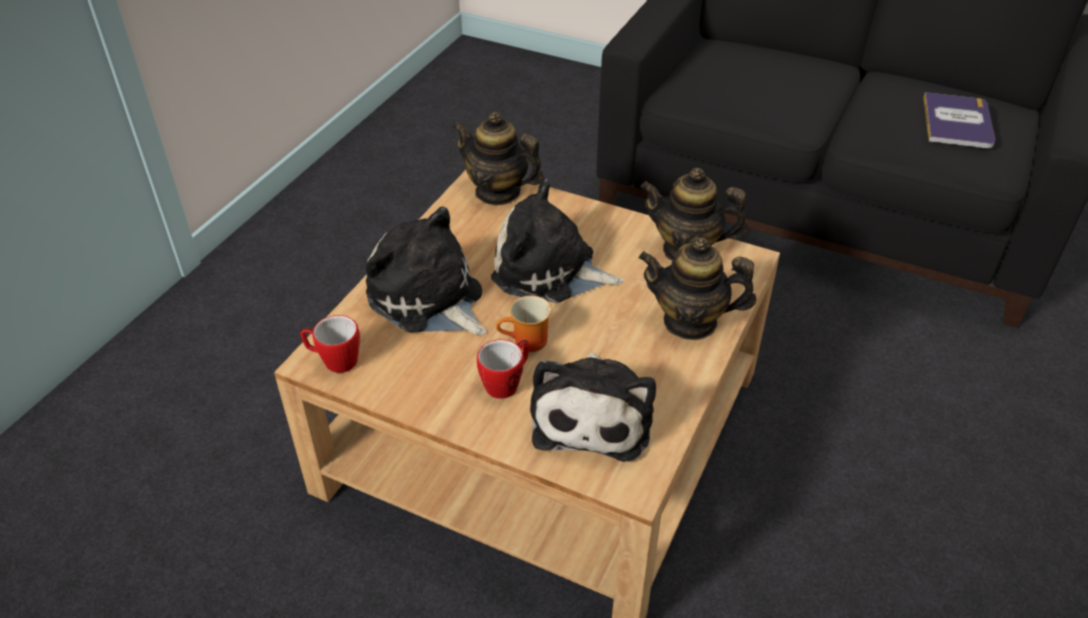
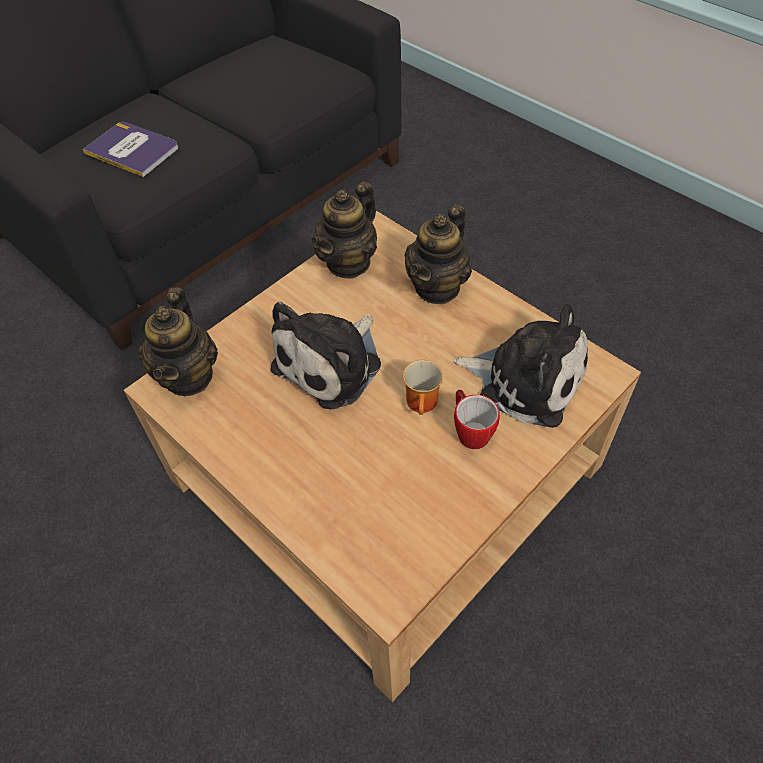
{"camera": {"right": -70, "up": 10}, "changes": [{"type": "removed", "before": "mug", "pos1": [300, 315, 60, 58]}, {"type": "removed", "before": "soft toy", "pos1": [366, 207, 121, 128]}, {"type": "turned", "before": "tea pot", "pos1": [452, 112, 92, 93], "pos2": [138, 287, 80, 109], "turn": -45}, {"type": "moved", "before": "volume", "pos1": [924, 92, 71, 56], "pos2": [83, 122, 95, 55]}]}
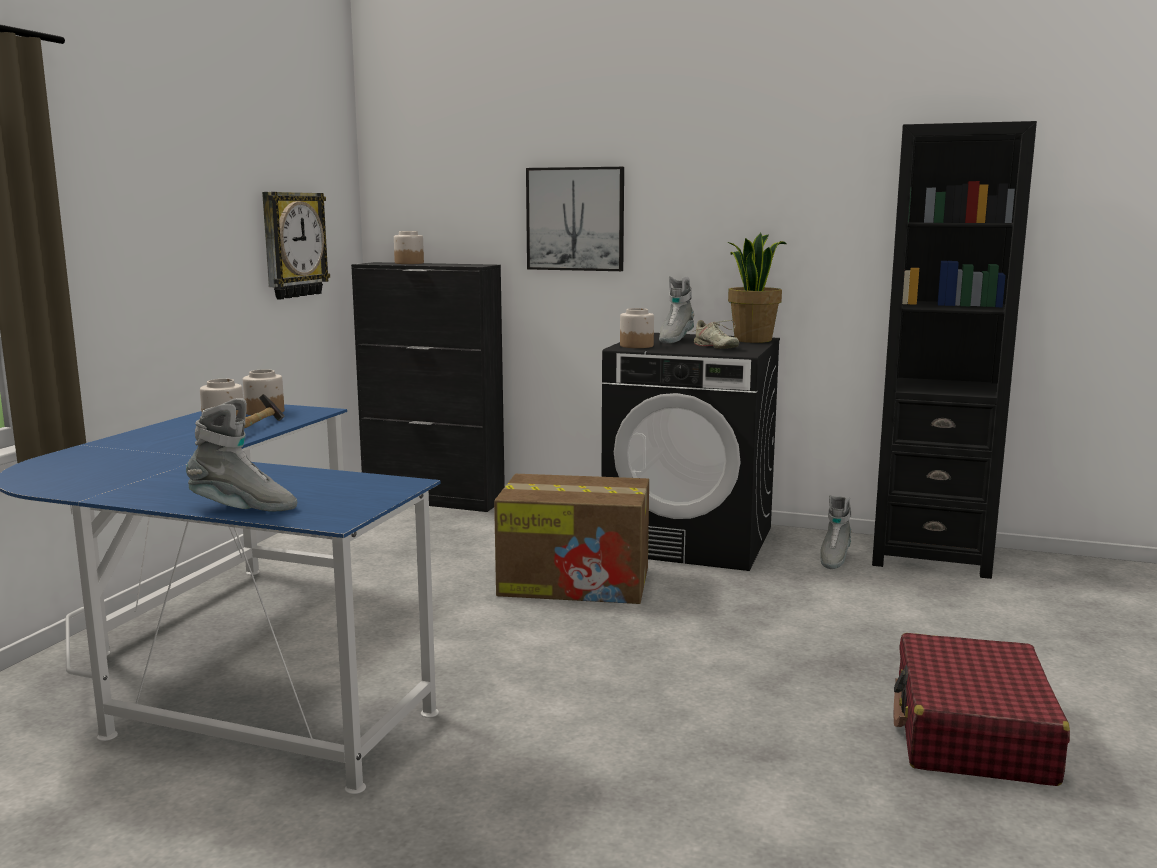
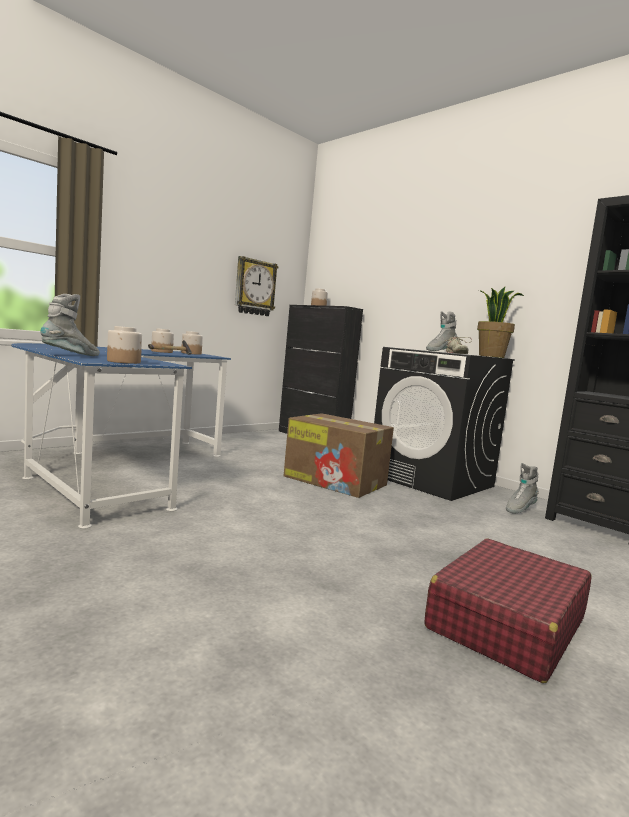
{"camera": {"right": 25, "up": -5}, "changes": [{"type": "turned", "before": "boot (greyish)", "pos1": [186, 398, 111, 113], "pos2": [40, 294, 60, 62], "turn": -90}, {"type": "removed", "before": "picture", "pos1": [526, 167, 98, 104]}, {"type": "moved", "before": "jar", "pos1": [620, 308, 34, 40], "pos2": [107, 326, 35, 38]}]}
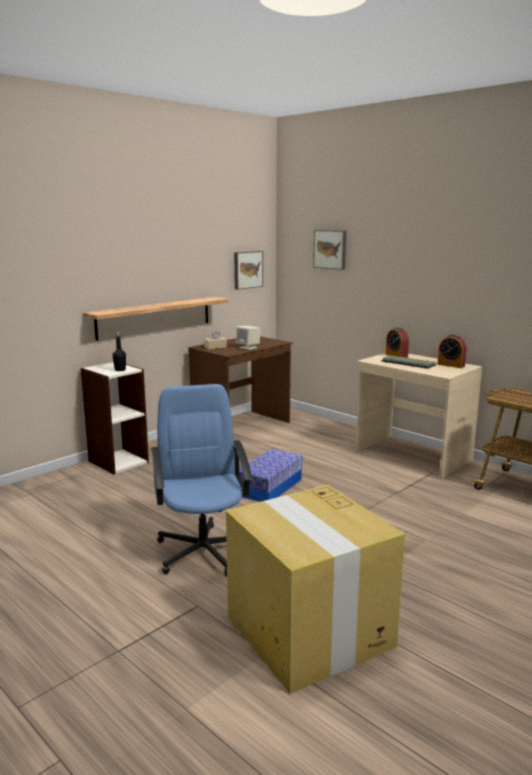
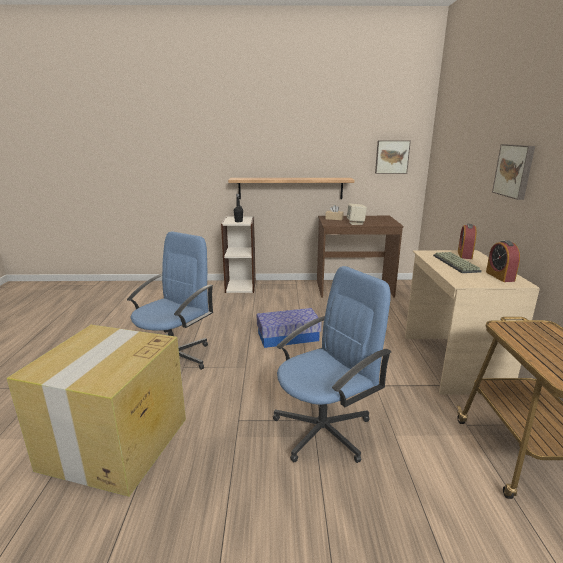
{"camera": {"right": 45, "up": 5}, "changes": [{"type": "moved", "before": "picture", "pos1": [313, 230, 33, 40], "pos2": [492, 144, 43, 56]}, {"type": "added", "after": "computer chair (blue-coloured)", "pos2": [273, 266, 118, 197]}]}
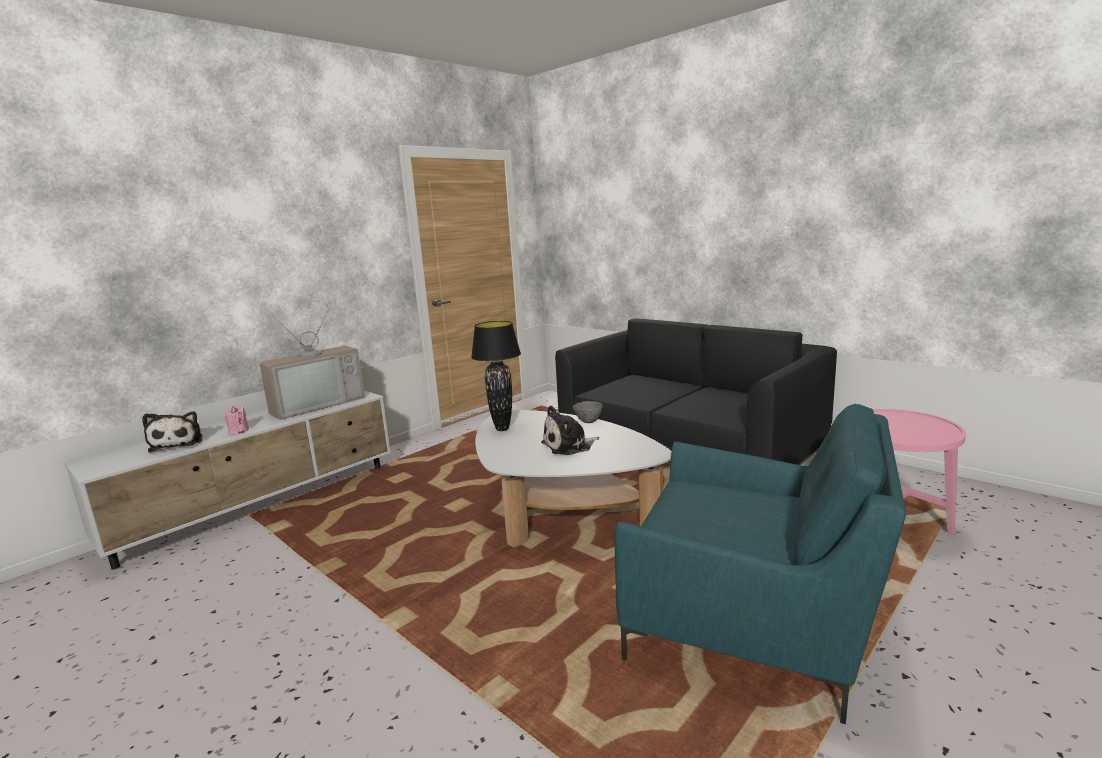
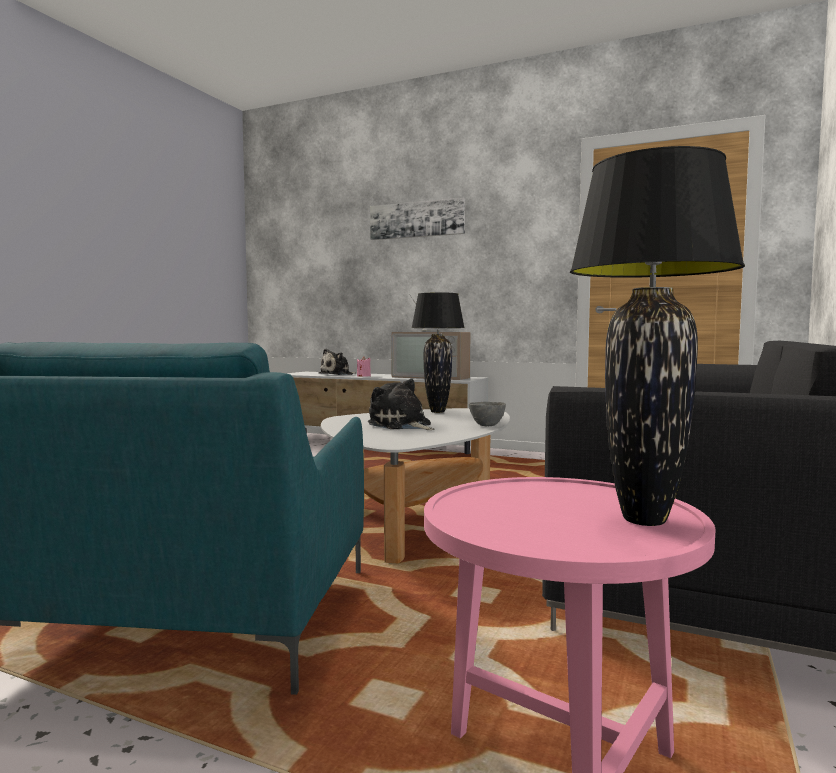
{"camera": {"right": 70, "up": -10}, "changes": [{"type": "added", "after": "picture", "pos2": [370, 197, 95, 43]}, {"type": "added", "after": "tabletop lamp (black)", "pos2": [570, 146, 175, 380]}]}
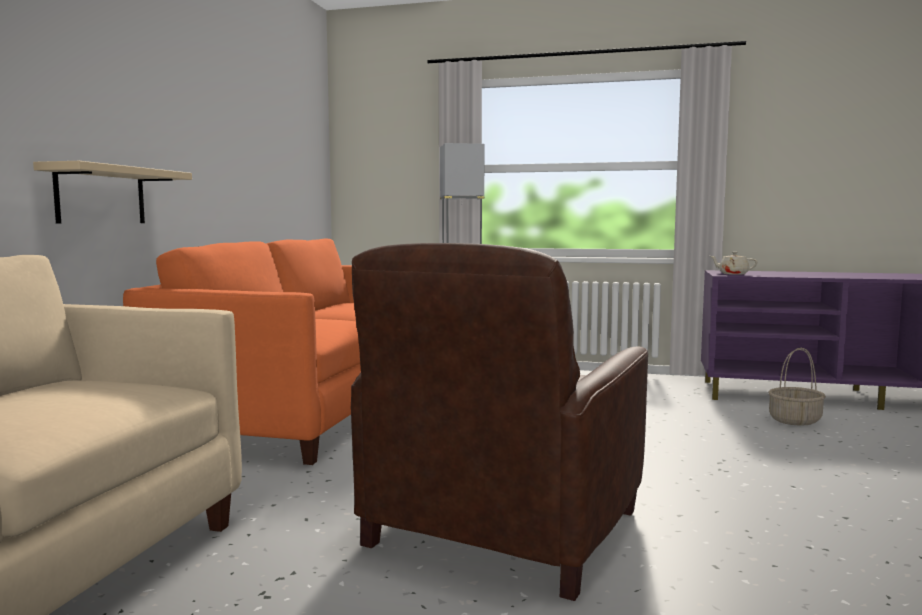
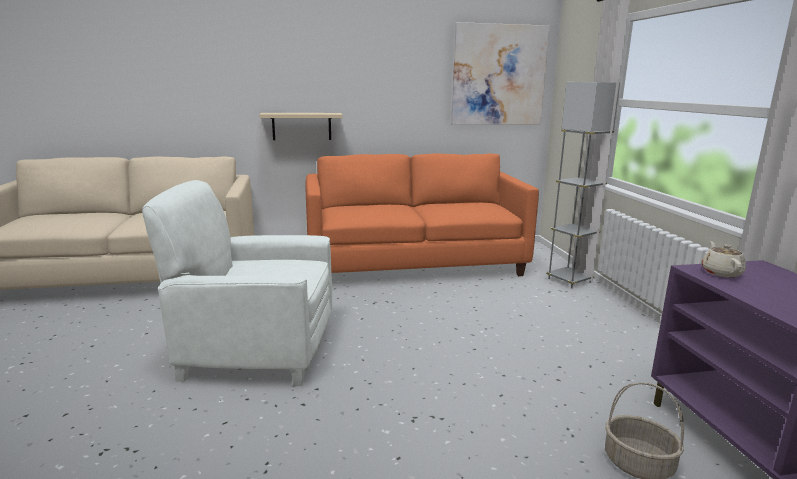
{"camera": {"right": 65, "up": 10}, "changes": [{"type": "recoloured", "before": "armchair (brownish)", "after": "armchair (white-coloured)", "pos1": [351, 243, 297, 358], "pos2": [142, 180, 190, 206]}, {"type": "added", "after": "picture", "pos2": [451, 22, 99, 103]}]}
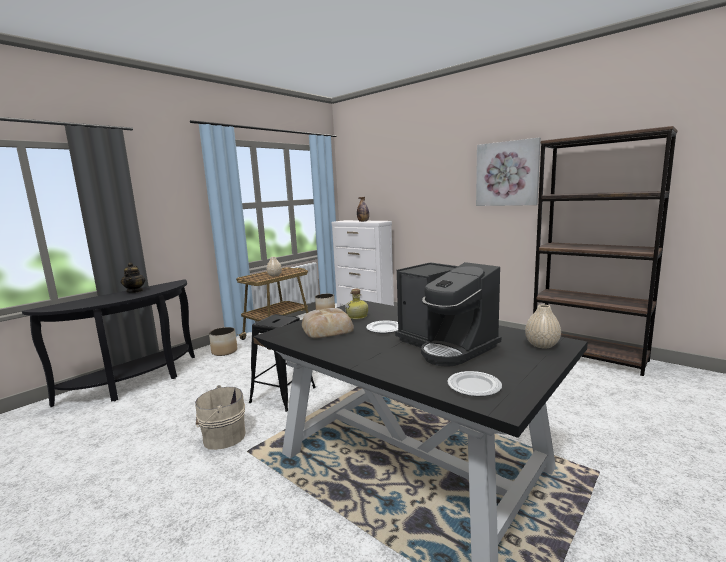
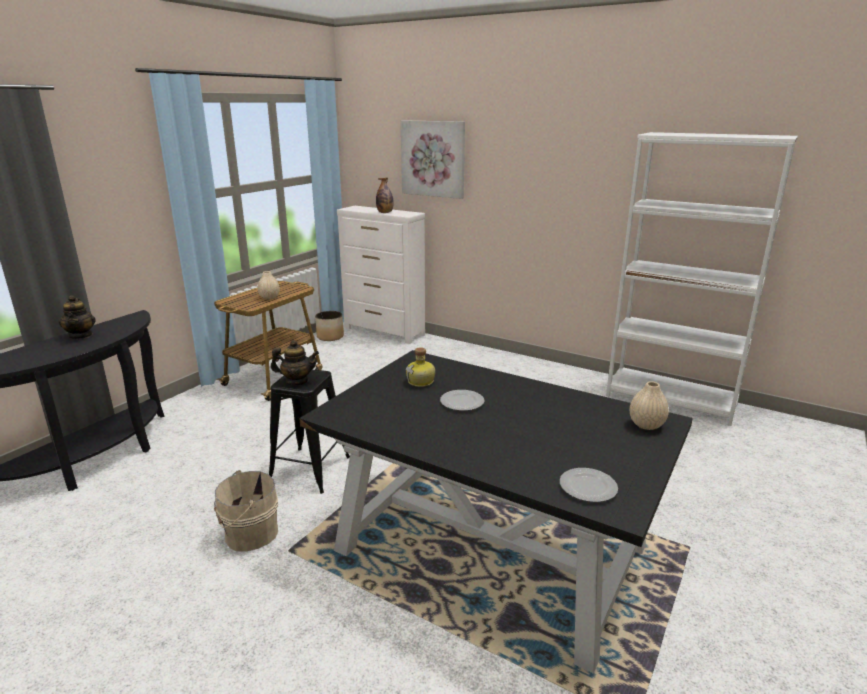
{"camera": {"right": -10, "up": 10}, "changes": [{"type": "removed", "before": "planter", "pos1": [209, 327, 28, 29]}, {"type": "removed", "before": "baked bread", "pos1": [302, 308, 52, 30]}, {"type": "removed", "before": "coffee maker", "pos1": [395, 262, 106, 105]}, {"type": "moved", "before": "picture", "pos1": [476, 138, 65, 68], "pos2": [401, 120, 64, 79]}, {"type": "recoloured", "before": "shelving unit (brownish)", "after": "shelving unit (white-coloured)", "pos1": [533, 126, 144, 250], "pos2": [606, 132, 192, 294]}, {"type": "added", "after": "tea pot", "pos2": [271, 340, 48, 45]}]}
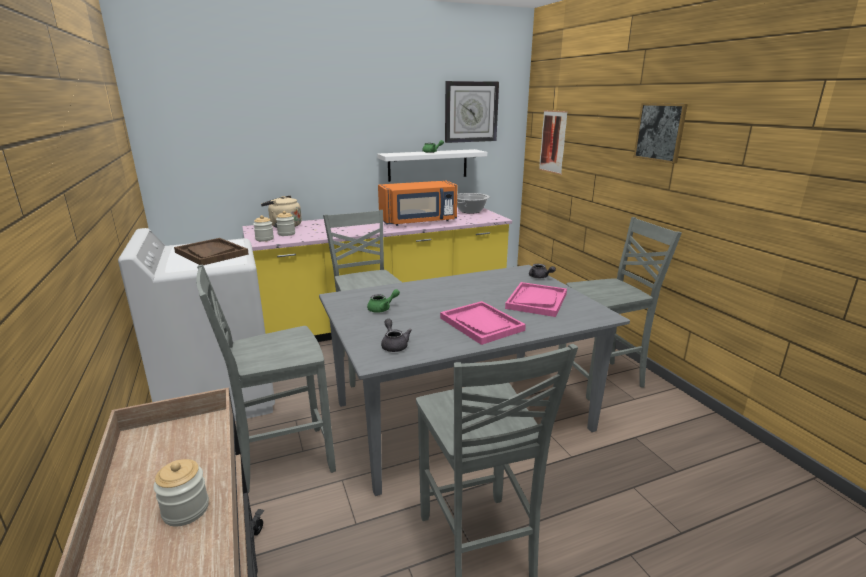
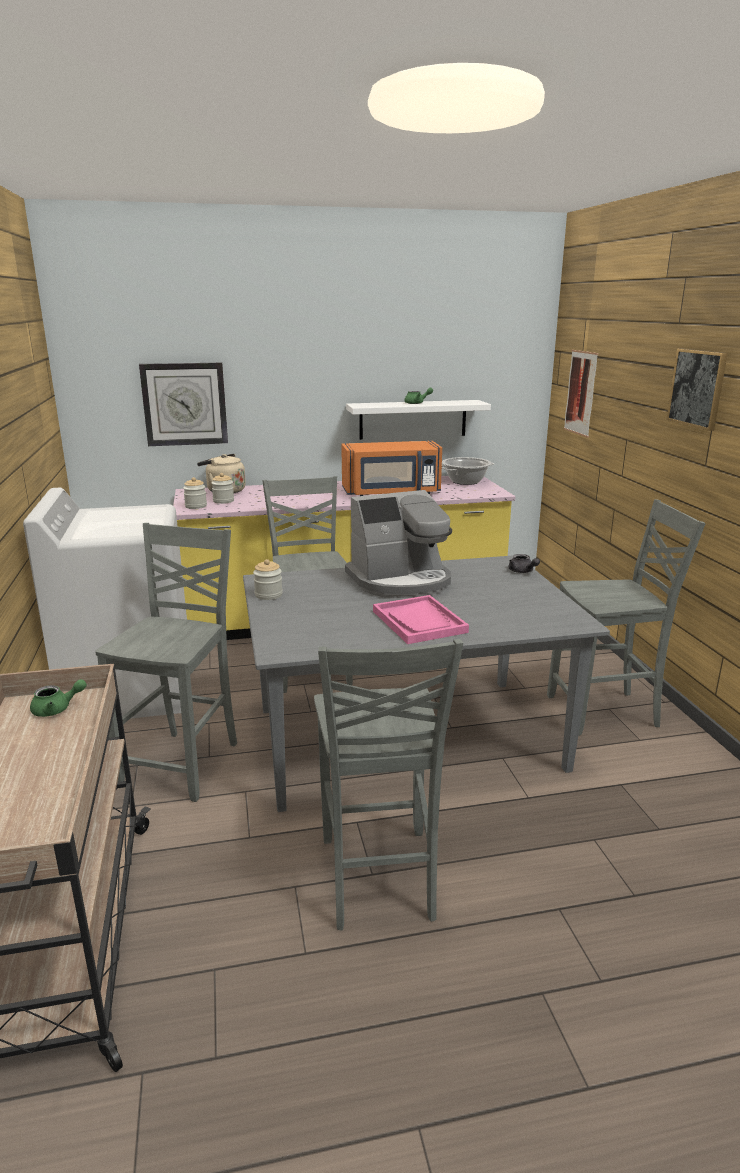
{"camera": {"right": 10, "up": 0}, "changes": [{"type": "moved", "before": "jar", "pos1": [153, 459, 56, 67], "pos2": [253, 559, 30, 41]}, {"type": "removed", "before": "tray (brownish)", "pos1": [174, 238, 75, 27]}, {"type": "turned", "before": "upright chair (greyish)", "pos1": [196, 264, 140, 229], "pos2": [95, 523, 142, 279], "turn": 120}, {"type": "moved", "before": "tea pot (greenish)", "pos1": [367, 289, 33, 24], "pos2": [30, 679, 57, 38]}, {"type": "removed", "before": "tea pot (greyish)", "pos1": [381, 319, 31, 33]}, {"type": "moved", "before": "clock on the wall", "pos1": [445, 81, 54, 62], "pos2": [139, 363, 89, 83]}, {"type": "removed", "before": "tray (pink)", "pos1": [505, 282, 62, 35]}, {"type": "added", "after": "coffee maker", "pos2": [345, 490, 107, 108]}]}
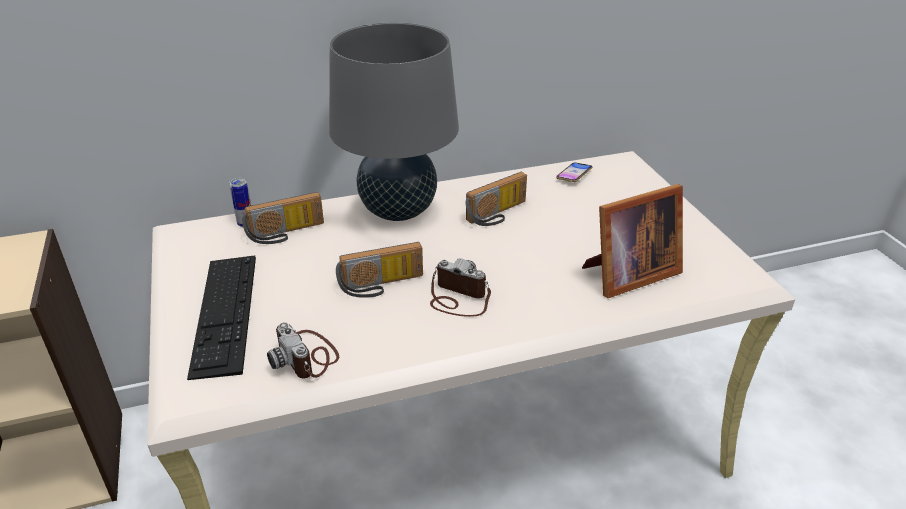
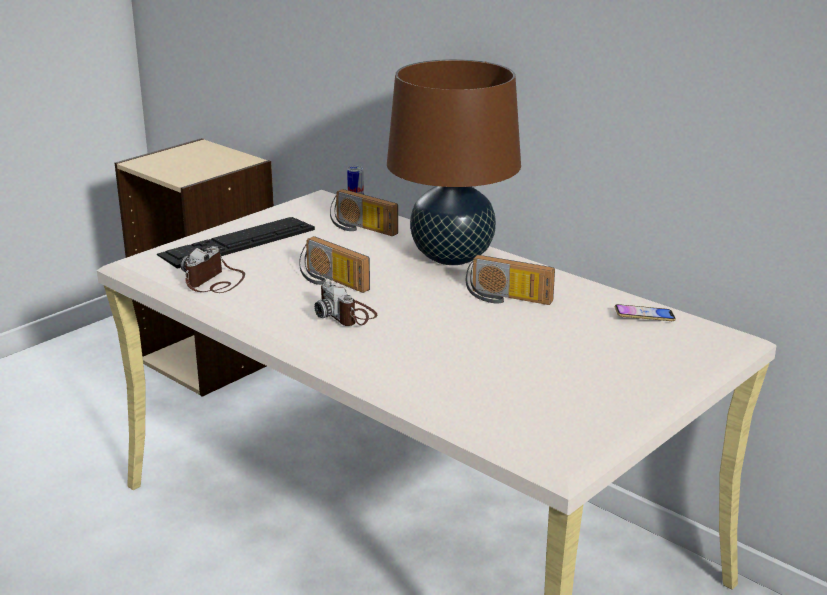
{"camera": {"right": 60, "up": -10}, "changes": [{"type": "recoloured", "before": "tabletop lamp (greyish)", "after": "tabletop lamp (brownish)", "pos1": [329, 22, 130, 199], "pos2": [387, 59, 134, 206]}, {"type": "turned", "before": "photo camera", "pos1": [430, 258, 61, 59], "pos2": [314, 281, 63, 45], "turn": 150}, {"type": "removed", "before": "picture frame", "pos1": [582, 184, 101, 114]}]}
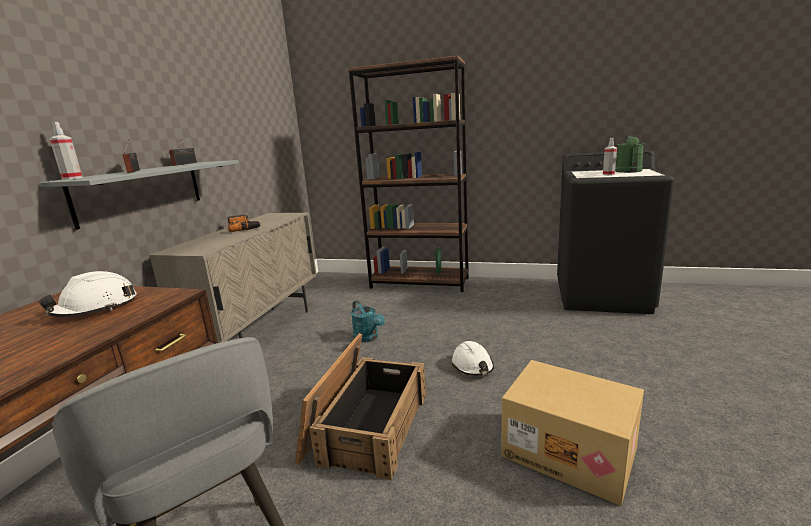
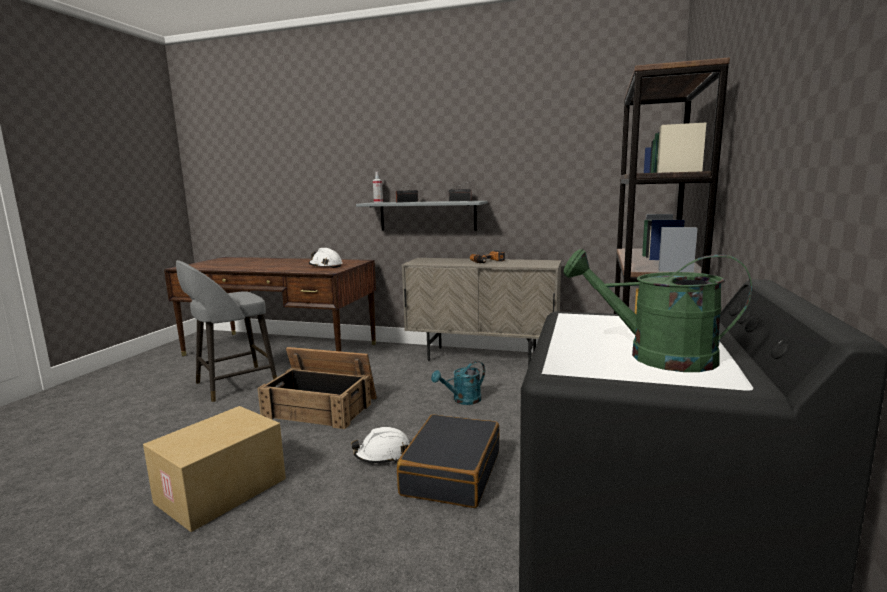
{"camera": {"right": 90, "up": -5}, "changes": [{"type": "removed", "before": "spray bottle", "pos1": [603, 138, 14, 37]}, {"type": "added", "after": "suitcase (black)", "pos2": [397, 414, 102, 94]}]}
